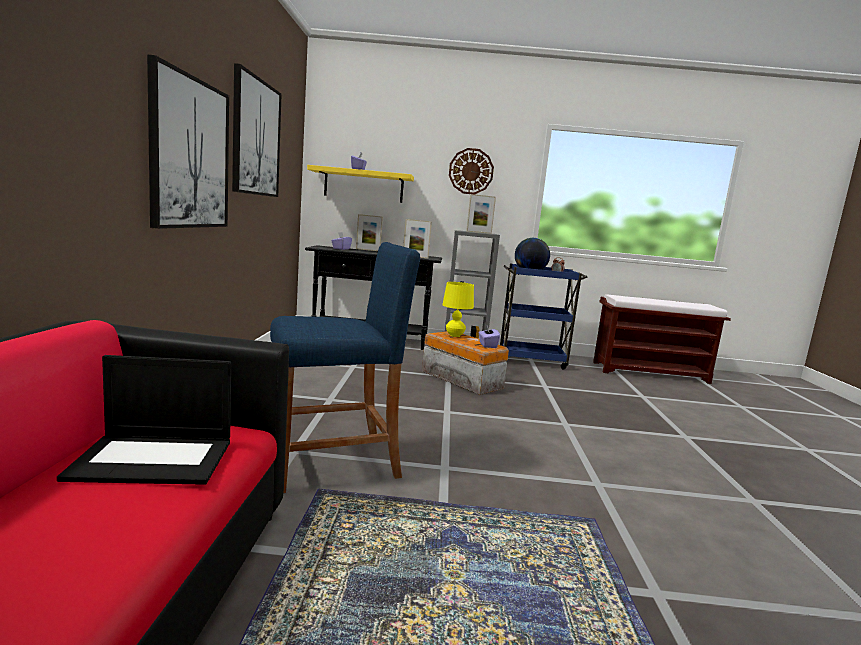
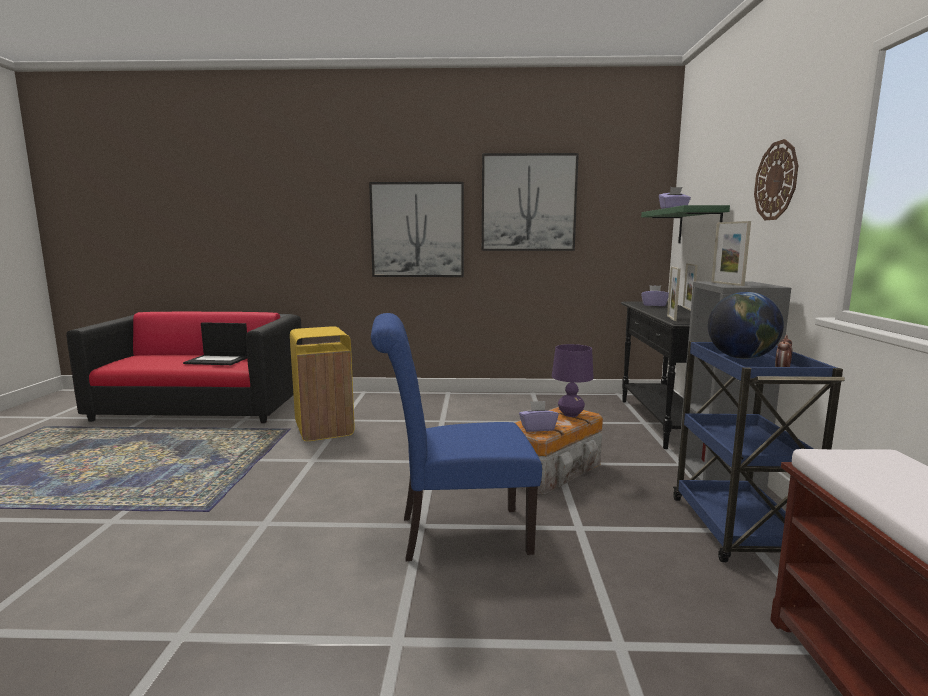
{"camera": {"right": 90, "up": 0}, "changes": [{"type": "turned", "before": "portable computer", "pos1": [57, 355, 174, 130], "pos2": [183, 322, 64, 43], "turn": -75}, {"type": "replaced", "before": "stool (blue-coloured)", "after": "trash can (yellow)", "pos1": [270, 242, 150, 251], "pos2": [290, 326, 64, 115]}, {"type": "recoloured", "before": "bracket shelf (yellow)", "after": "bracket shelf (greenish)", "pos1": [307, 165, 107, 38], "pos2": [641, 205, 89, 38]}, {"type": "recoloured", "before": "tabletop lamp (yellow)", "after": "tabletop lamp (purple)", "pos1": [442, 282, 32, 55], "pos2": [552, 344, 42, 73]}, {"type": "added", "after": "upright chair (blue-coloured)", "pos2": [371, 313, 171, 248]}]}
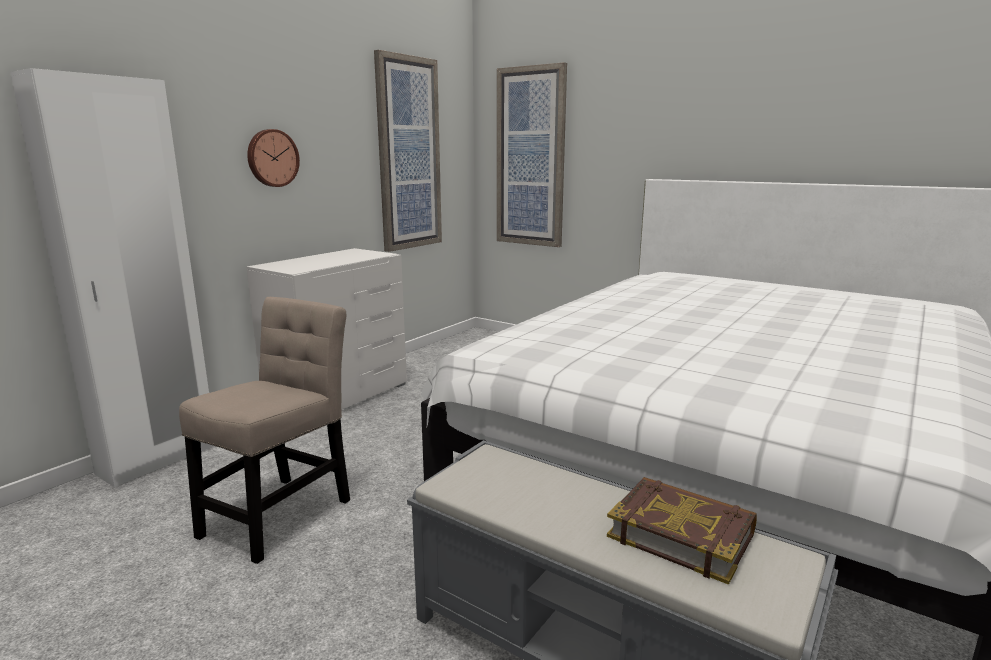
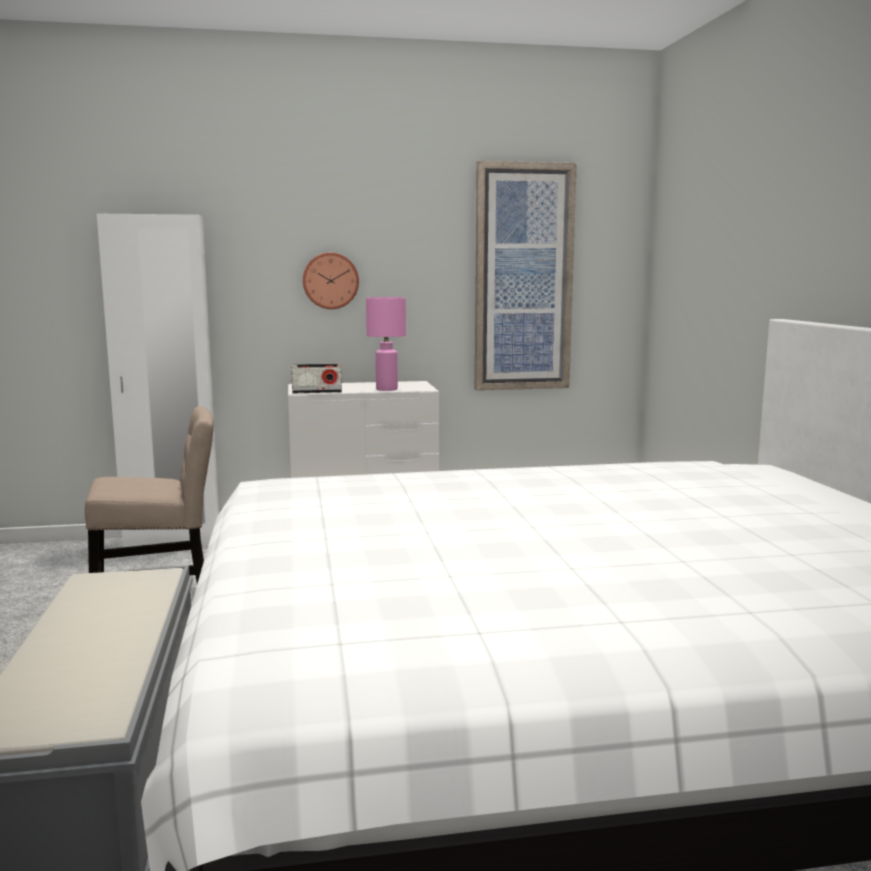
{"camera": {"right": 45, "up": -5}, "changes": [{"type": "removed", "before": "picture", "pos1": [497, 62, 70, 185]}, {"type": "removed", "before": "volume", "pos1": [607, 477, 150, 108]}, {"type": "added", "after": "radio receiver", "pos2": [291, 364, 51, 29]}, {"type": "added", "after": "tabletop lamp (pink)", "pos2": [366, 297, 40, 94]}]}
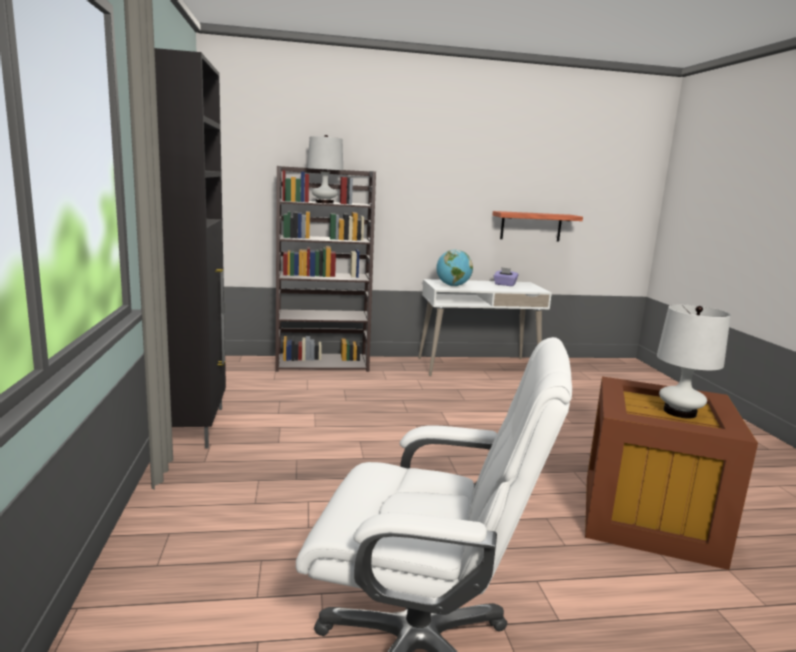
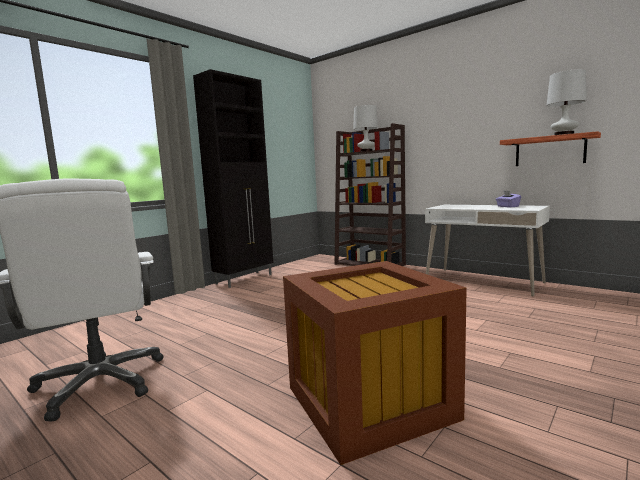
{"camera": {"right": 50, "up": -5}, "changes": [{"type": "removed", "before": "globe", "pos1": [436, 250, 37, 36]}, {"type": "moved", "before": "tabletop lamp (white-coloured)", "pos1": [657, 304, 74, 115], "pos2": [546, 69, 40, 66]}]}
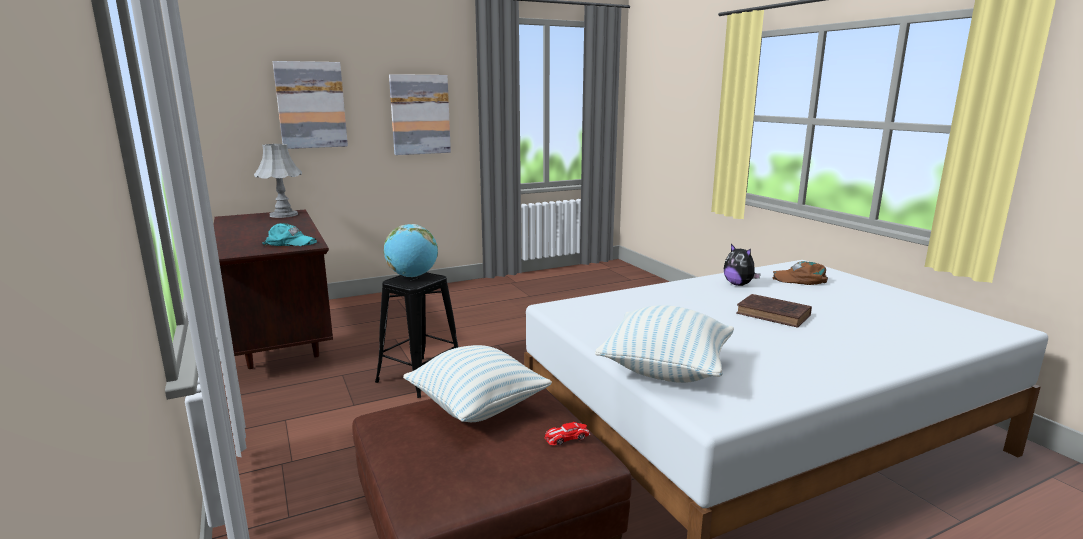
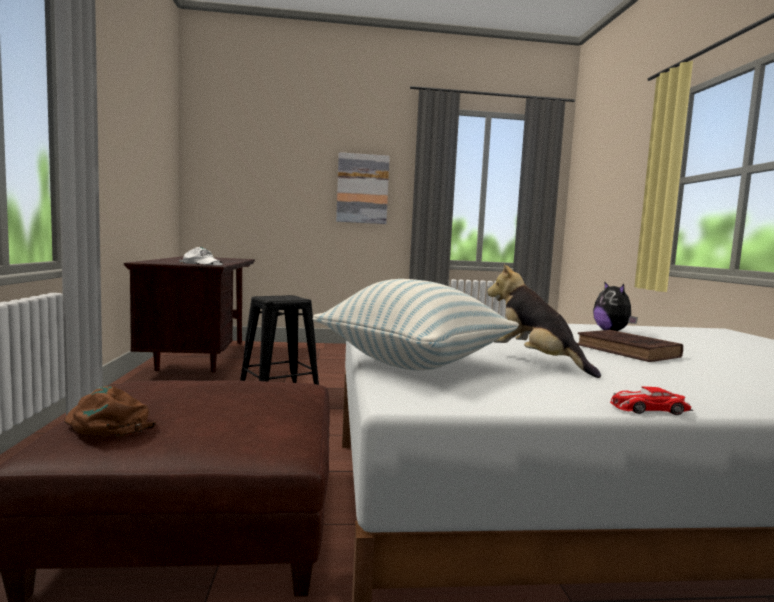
{"camera": {"right": 20, "up": -10}, "changes": [{"type": "removed", "before": "tabletop lamp (greyish)", "pos1": [254, 144, 48, 74]}, {"type": "recoloured", "before": "baseball cap (blue-green)", "after": "baseball cap (white-coloured)", "pos1": [262, 223, 55, 23], "pos2": [179, 247, 44, 18]}, {"type": "removed", "before": "picture", "pos1": [273, 61, 75, 88]}, {"type": "removed", "before": "globe", "pos1": [384, 224, 54, 53]}, {"type": "removed", "before": "pillow", "pos1": [403, 345, 149, 77]}, {"type": "moved", "before": "model car", "pos1": [545, 422, 46, 23], "pos2": [610, 386, 84, 29]}, {"type": "moved", "before": "baseball cap (brownish)", "pos1": [773, 261, 55, 24], "pos2": [64, 386, 92, 50]}, {"type": "added", "after": "soft toy", "pos2": [487, 263, 114, 115]}]}
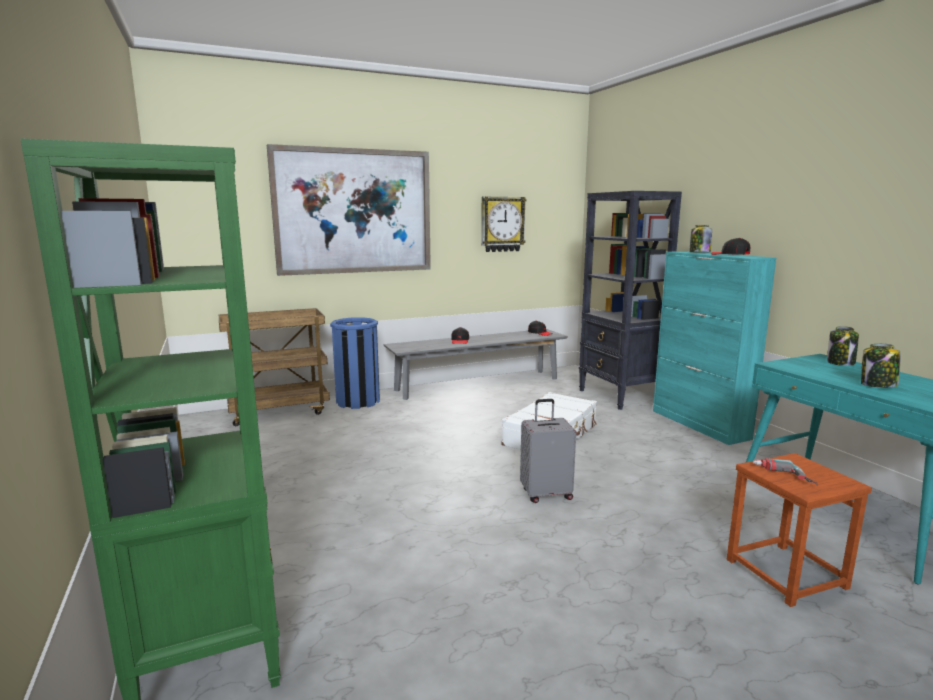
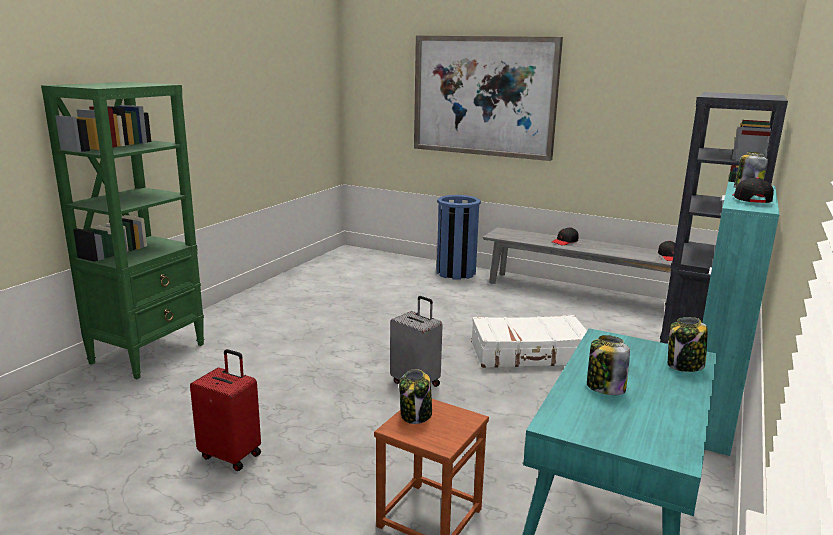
{"camera": {"right": 50, "up": 5}, "changes": [{"type": "removed", "before": "wheeled cart (brownish)", "pos1": [219, 308, 111, 118]}, {"type": "removed", "before": "clock on the wall", "pos1": [481, 196, 46, 56]}, {"type": "replaced", "before": "drill", "after": "jar", "pos1": [752, 458, 66, 28], "pos2": [399, 369, 33, 55]}, {"type": "added", "after": "suitcase (red)", "pos2": [190, 349, 71, 122]}]}
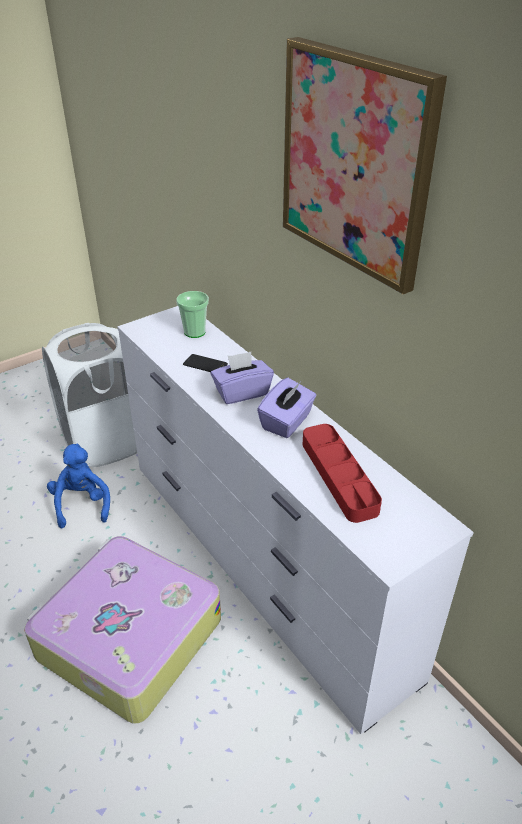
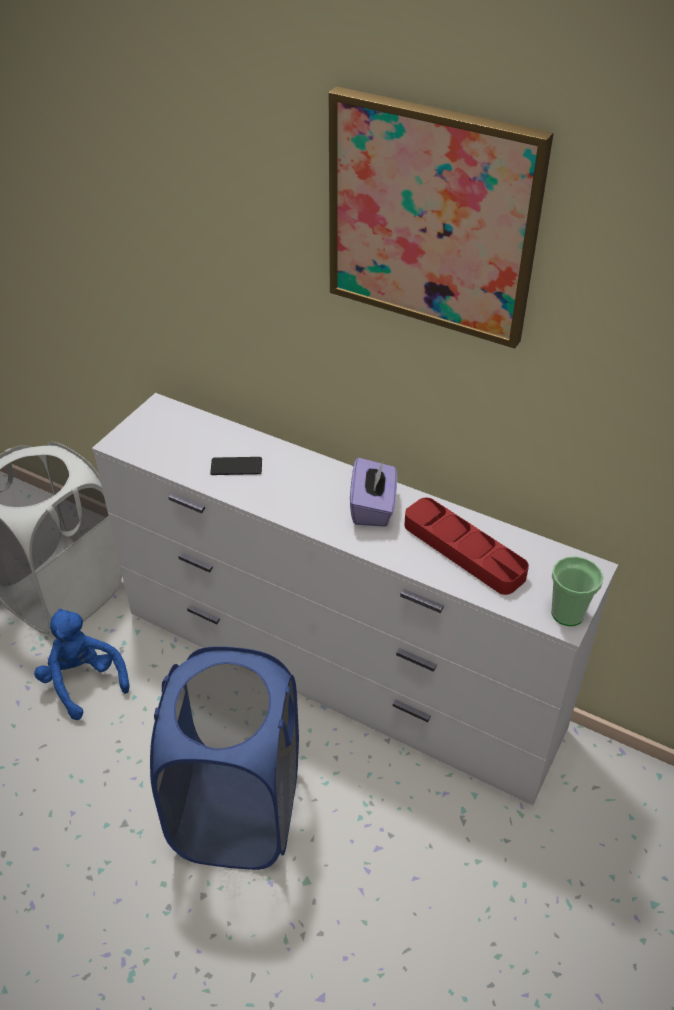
{"camera": {"right": -25, "up": 5}, "changes": [{"type": "replaced", "before": "suitcase", "after": "hamper (blue-coloured)", "pos1": [24, 536, 197, 187], "pos2": [150, 646, 149, 224]}, {"type": "moved", "before": "drinking cup", "pos1": [176, 291, 33, 47], "pos2": [551, 556, 52, 70]}, {"type": "removed", "before": "tissue box (purple)", "pos1": [210, 352, 64, 52]}]}
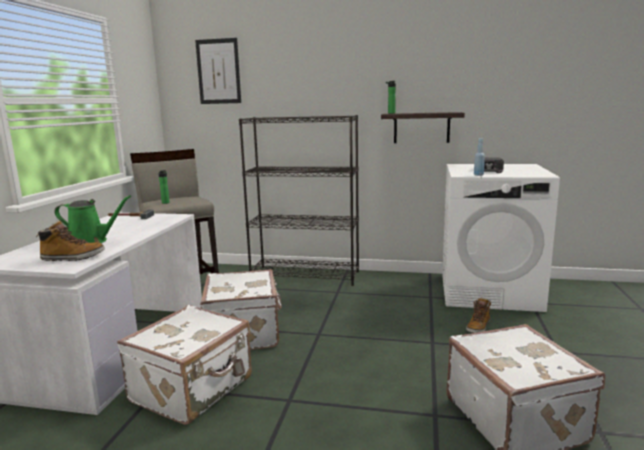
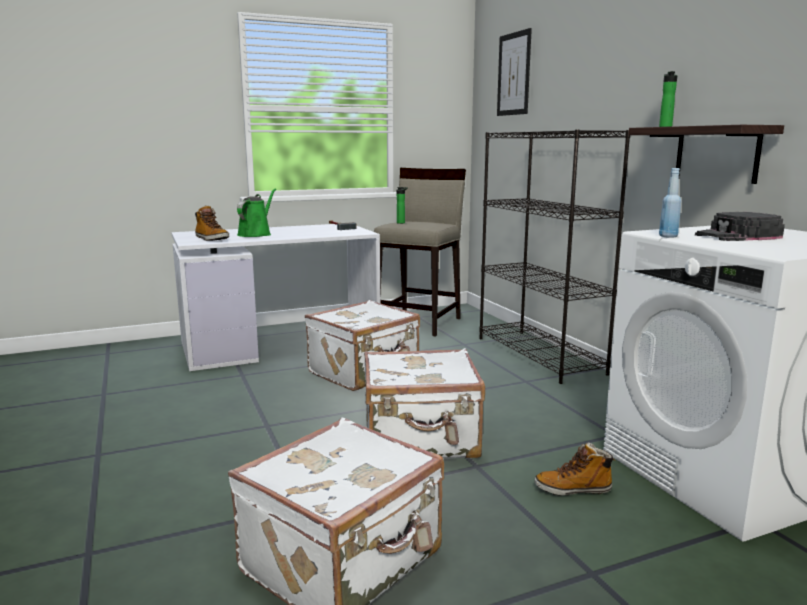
{"camera": {"right": 55, "up": 0}, "changes": [{"type": "turned", "before": "watering pot (greenish)", "pos1": [54, 195, 77, 48], "pos2": [237, 189, 39, 48], "turn": -135}, {"type": "moved", "before": "suitcase (white-coloured)", "pos1": [117, 305, 135, 120], "pos2": [364, 348, 121, 111]}]}
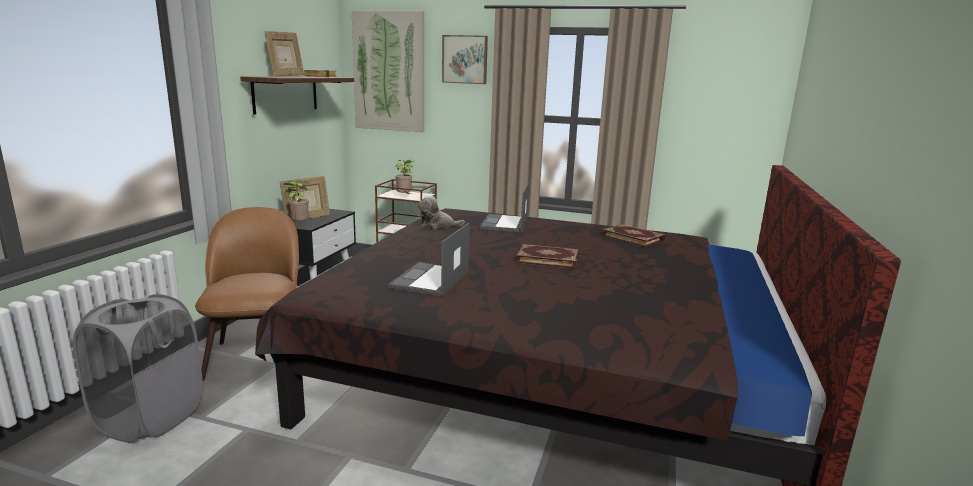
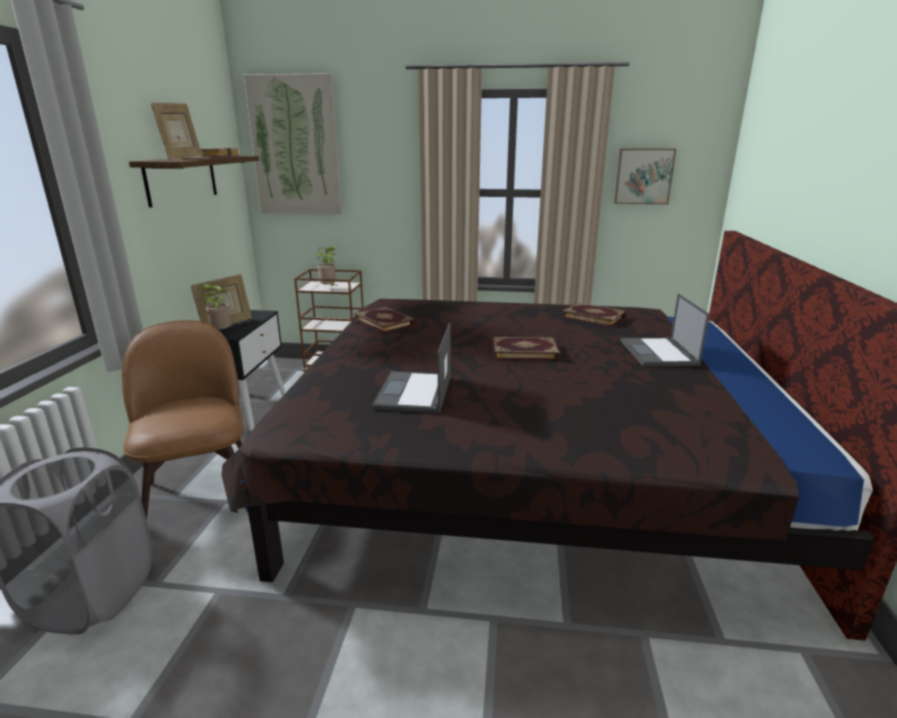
{"camera": {"right": -10, "up": 5}, "changes": [{"type": "replaced", "before": "soft toy", "after": "volume", "pos1": [418, 195, 47, 34], "pos2": [354, 307, 63, 27]}, {"type": "moved", "before": "picture", "pos1": [442, 35, 46, 49], "pos2": [614, 149, 62, 55]}, {"type": "moved", "before": "portable computer", "pos1": [480, 182, 49, 50], "pos2": [621, 294, 89, 72]}]}
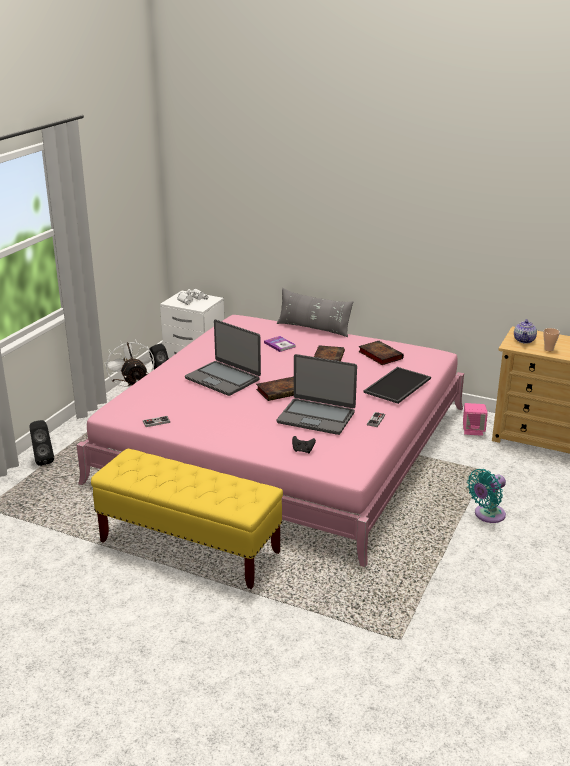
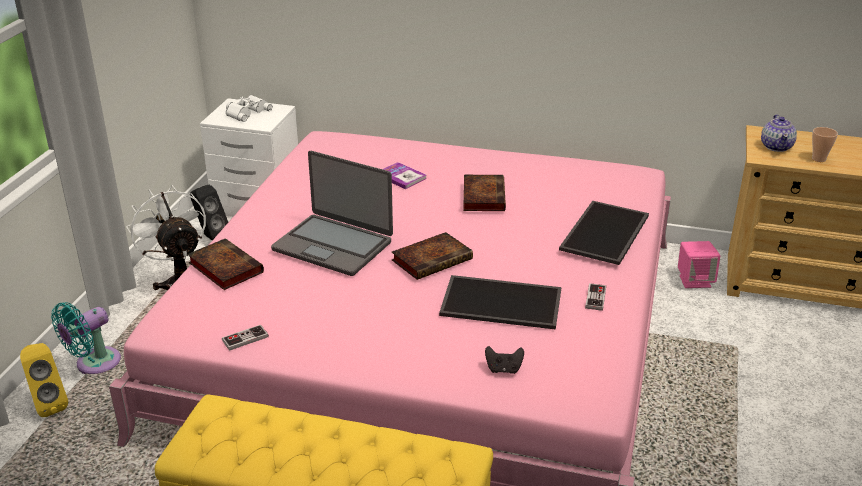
{"camera": {"right": -10, "up": 5}, "changes": [{"type": "recoloured", "before": "loudspeaker (black)", "after": "loudspeaker (yellow)", "pos1": [29, 420, 25, 46], "pos2": [20, 343, 48, 74]}, {"type": "removed", "before": "pillow (greyish)", "pos1": [277, 288, 77, 49]}, {"type": "replaced", "before": "portable computer", "after": "tray", "pos1": [277, 354, 80, 81], "pos2": [439, 275, 122, 55]}, {"type": "moved", "before": "volume", "pos1": [358, 341, 46, 24], "pos2": [187, 238, 77, 52]}, {"type": "moved", "before": "electric fan (blue-green)", "pos1": [467, 469, 39, 54], "pos2": [51, 302, 70, 72]}]}
